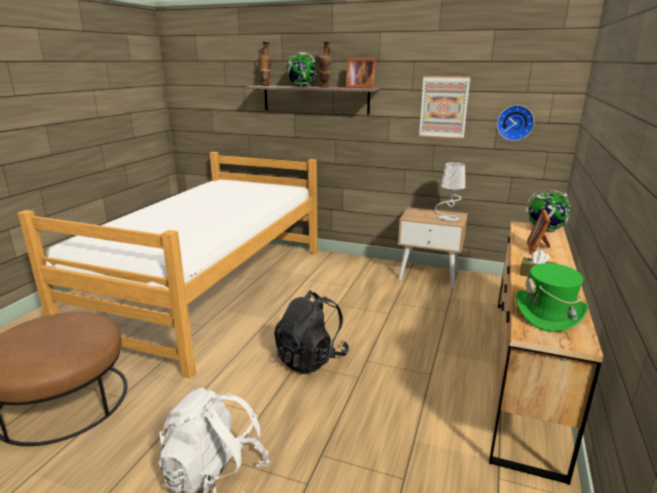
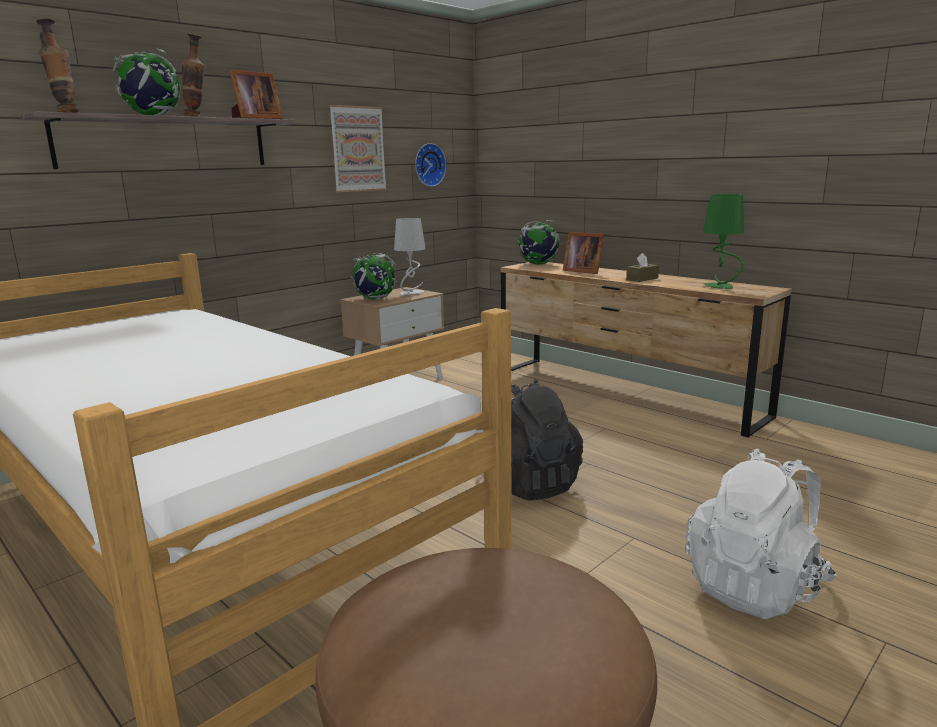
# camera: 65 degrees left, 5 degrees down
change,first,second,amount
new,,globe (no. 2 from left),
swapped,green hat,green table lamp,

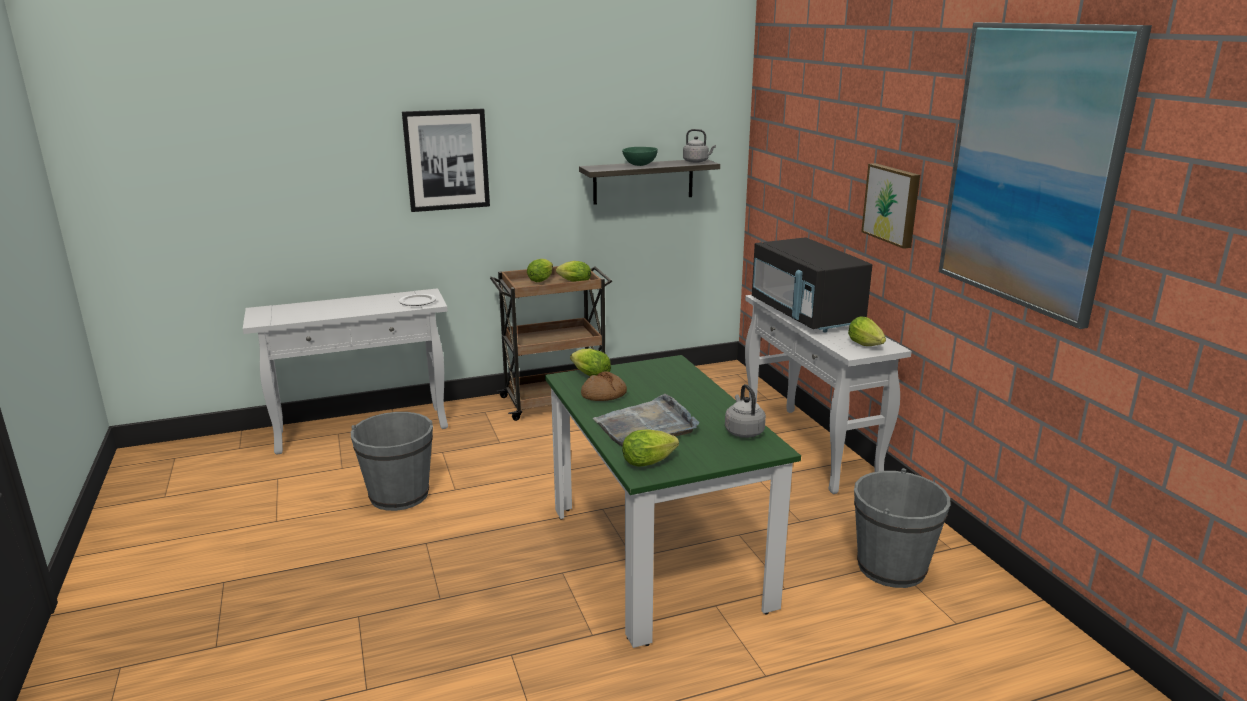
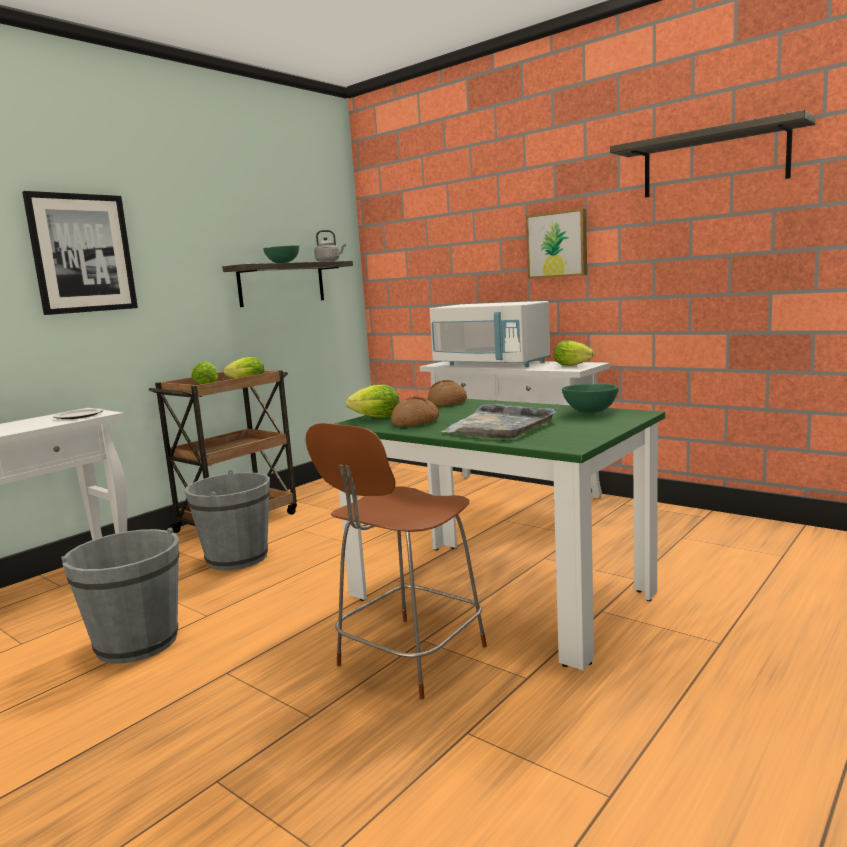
# camera: 30 degrees left, 10 degrees down
change,first,second,amount
gone,lettuce (no. 4 from left),,
new,,brown chair,
new,,bread (no. 2 from left),
shifted,grey bucket (no. 2 from left),,
swapped,grey kettle (no. 2 from left),green bowl (no. 2 from left),
swapped,picture (no. 3 from left),shelf (no. 2 from left),
repainted,black microwave,white microwave,

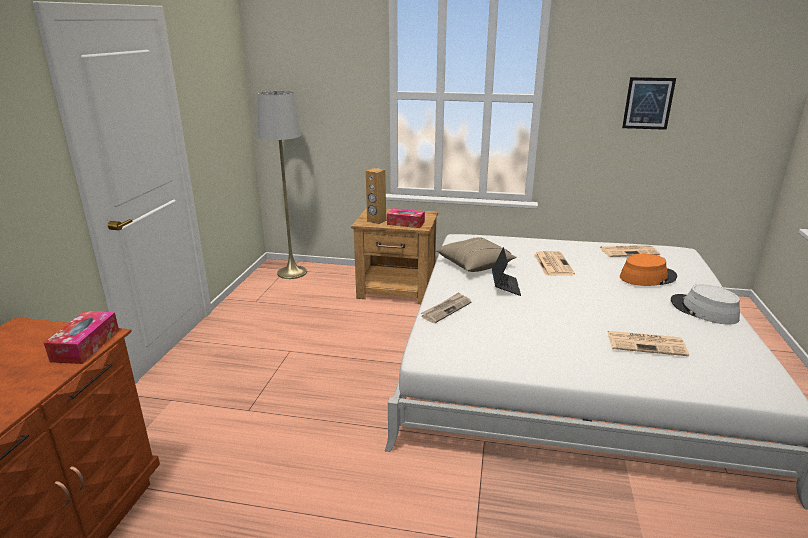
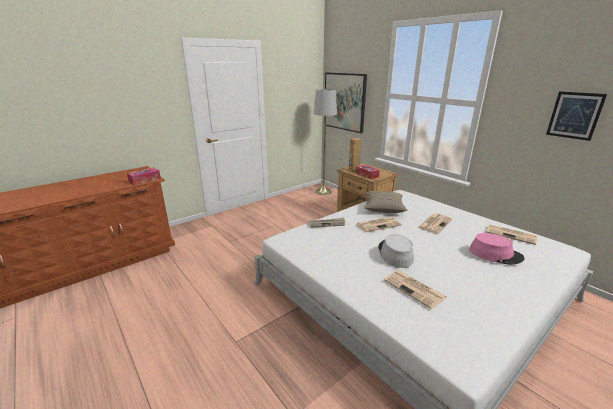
# camera: 40 degrees right, 0 degrees up
change,first,second,amount
new,,picture (no. 1 from left),
shifted,grey hat,,
swapped,laptop,newspaper (no. 2 from left),
repainted,orange hat,pink hat,

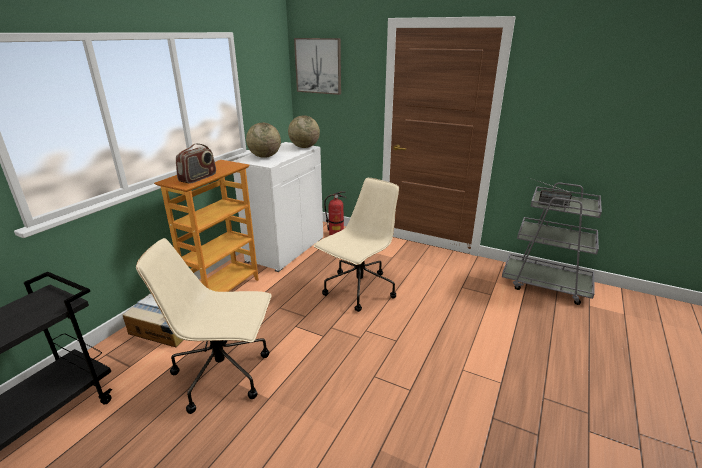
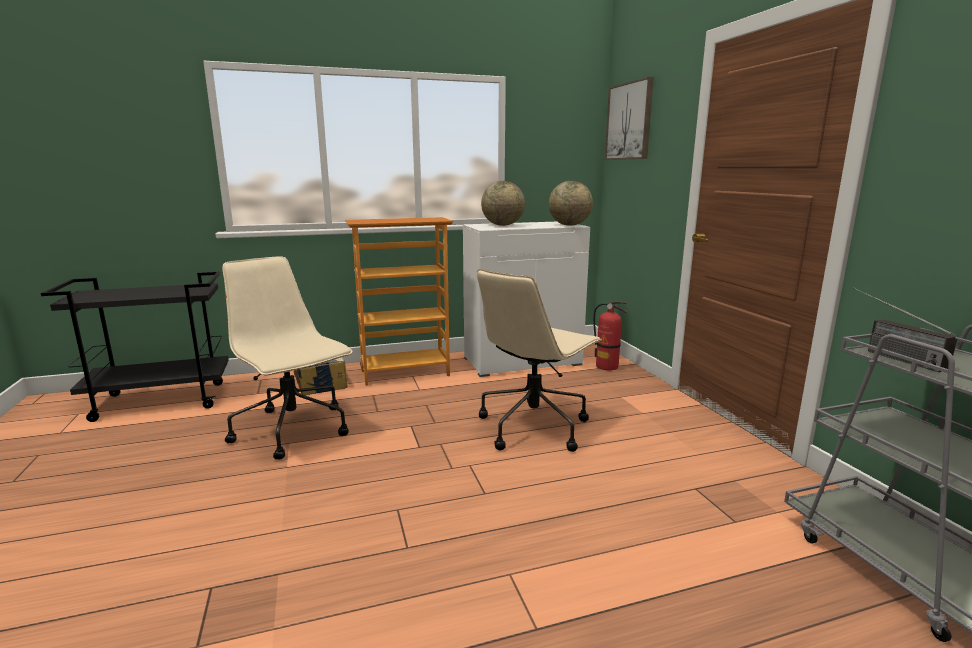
# camera: 45 degrees right, 10 degrees down
change,first,second,amount
gone,radio (no. 1 from left),,
rotated,beige office chair (no. 2 from left),,135 degrees clockwise

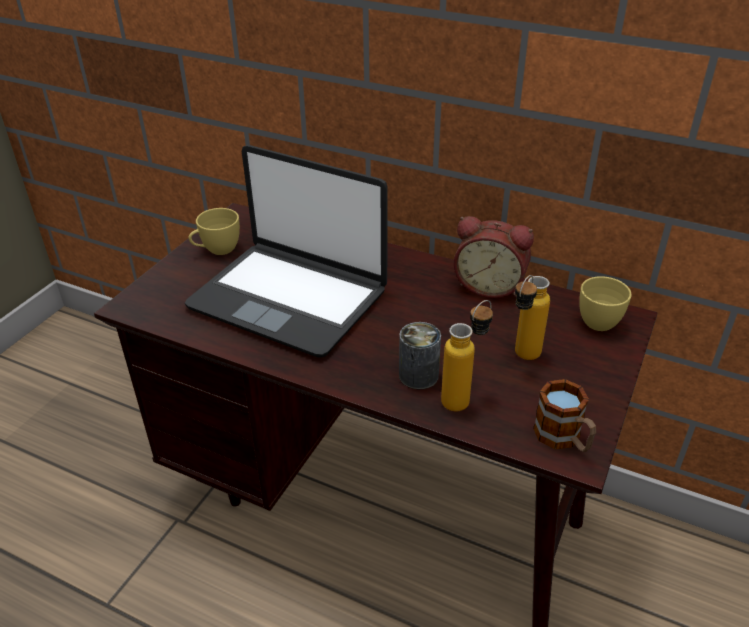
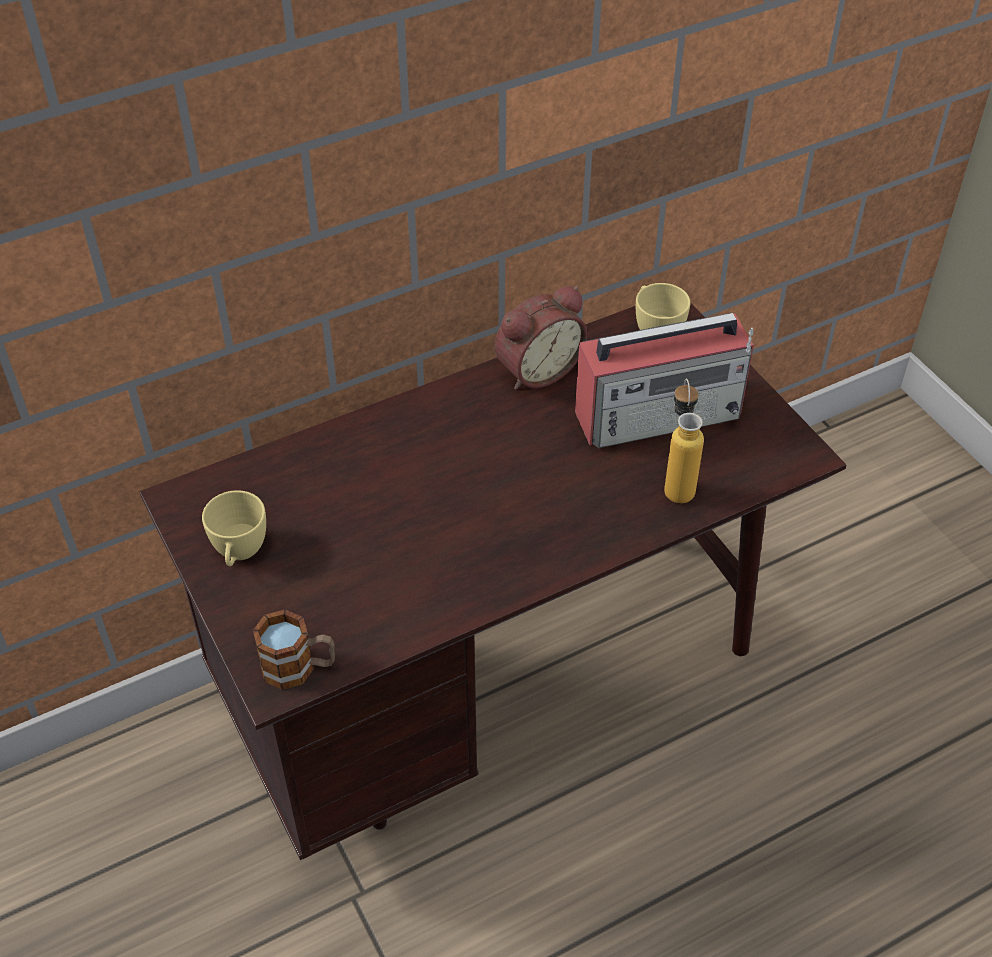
# camera: 55 degrees left, 10 degrees up
change,first,second,amount
gone,laptop,,
gone,can,,
shifted,mug,,
swapped,bottle (no. 2 from left),radio,

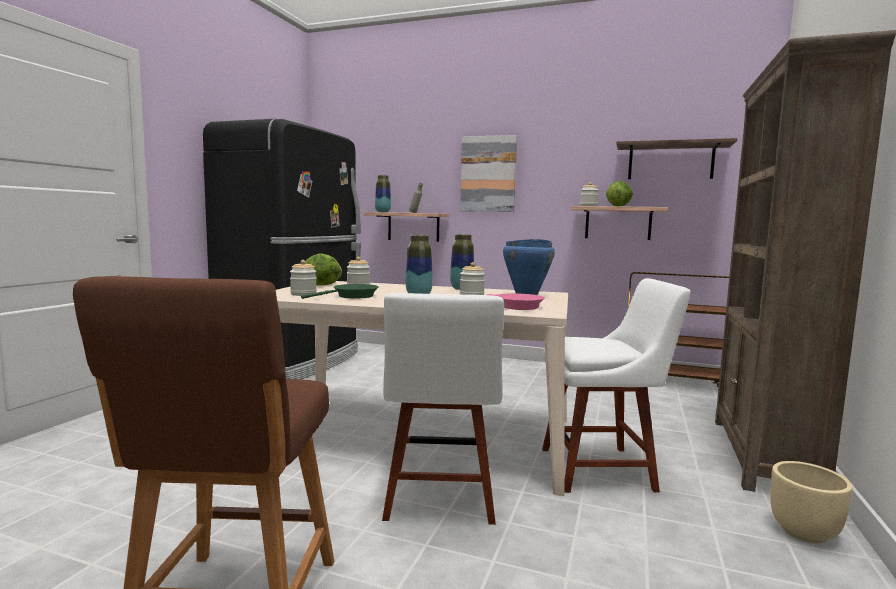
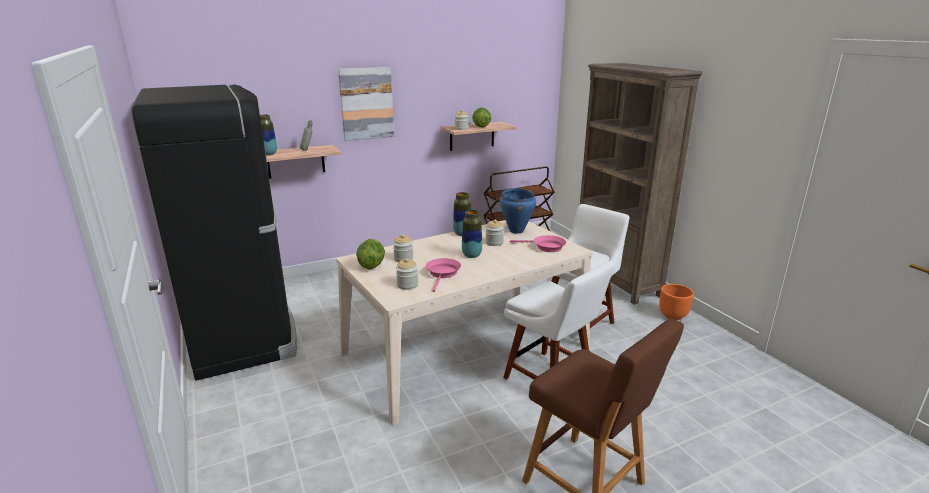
# camera: 45 degrees left, 15 degrees up
change,first,second,amount
gone,shelf (no. 3 from left),,
repainted,green frying pan,pink frying pan (no. 1 from left),
repainted,beige planter,orange planter,

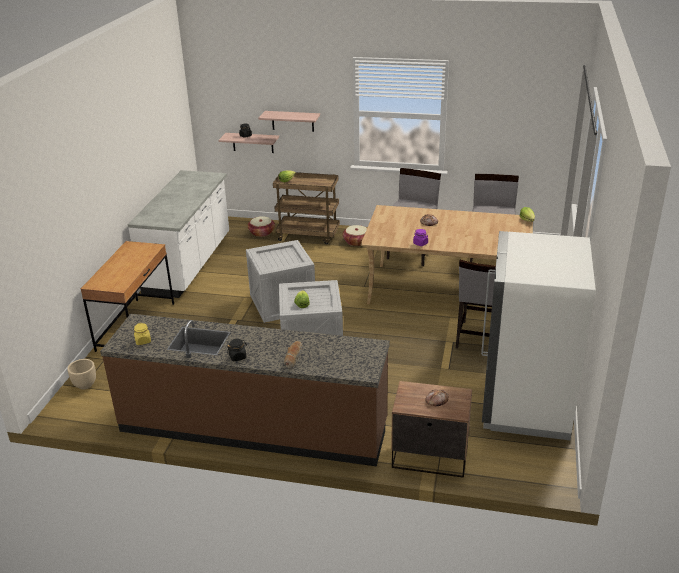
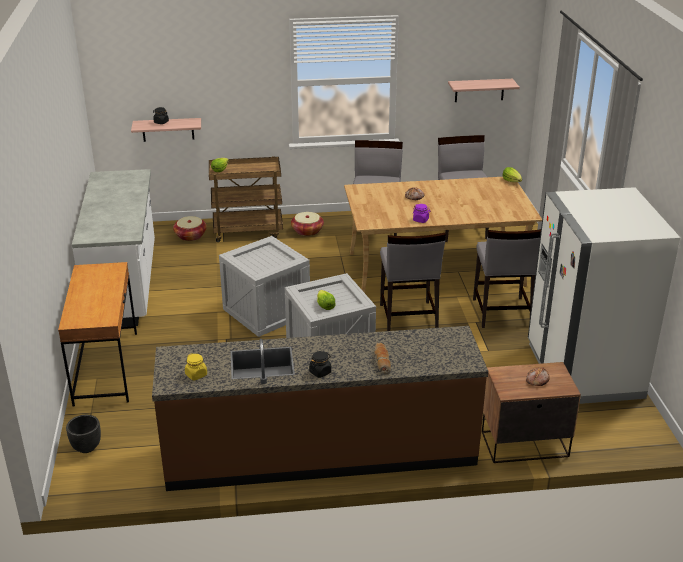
# camera: 20 degrees left, 0 degrees up
change,first,second,amount
new,,grey chair (no. 2 from left),
shifted,shelf (no. 2 from left),,
repainted,beige planter,black planter,

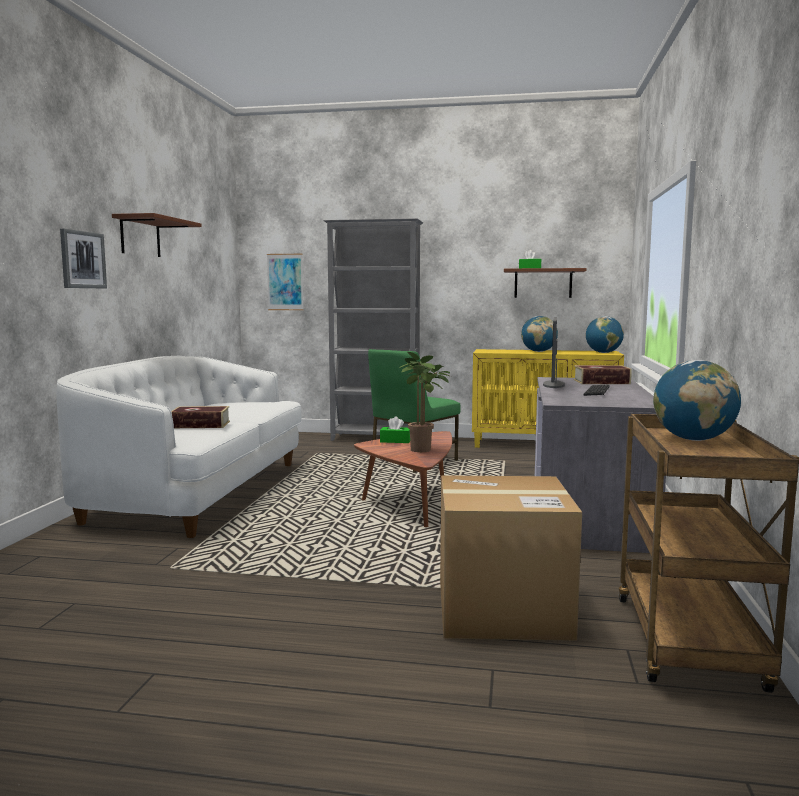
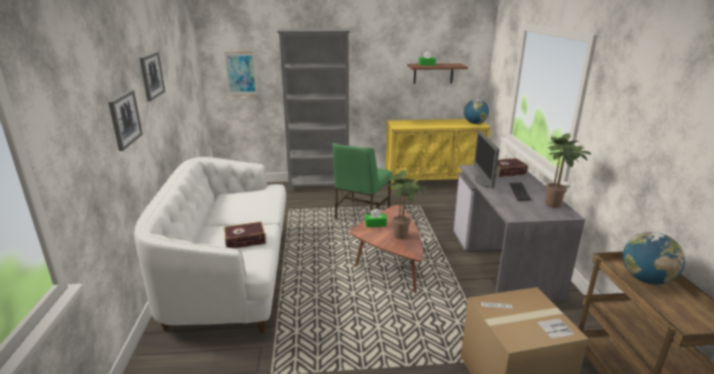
# camera: 15 degrees left, 15 degrees up
change,first,second,amount
gone,globe (no. 1 from left),,
new,,potted plant (no. 2 from left),
swapped,brown shelf (no. 1 from left),picture (no. 2 from left),

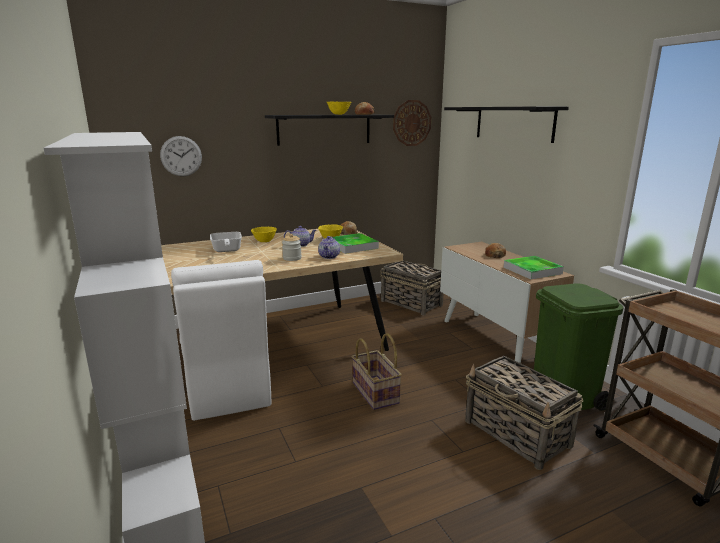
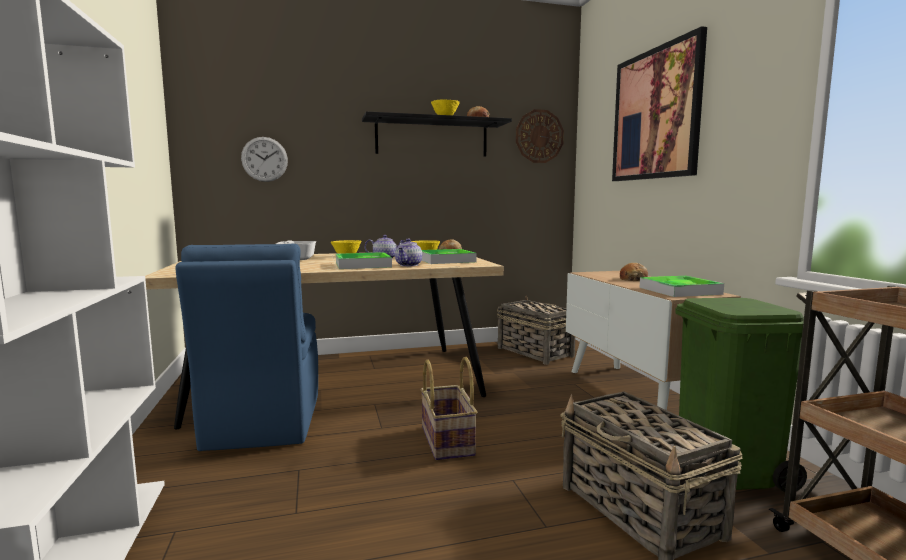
# camera: 10 degrees right, 10 degrees down
change,first,second,amount
swapped,jar,tray (no. 1 from left),
swapped,black shelf (no. 2 from left),picture,
repainted,white chair,blue chair,

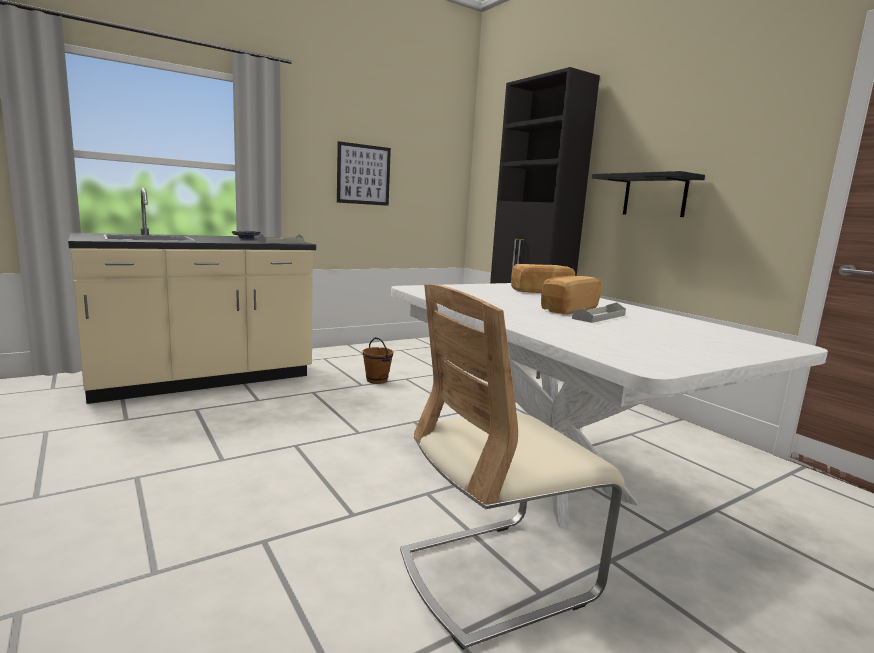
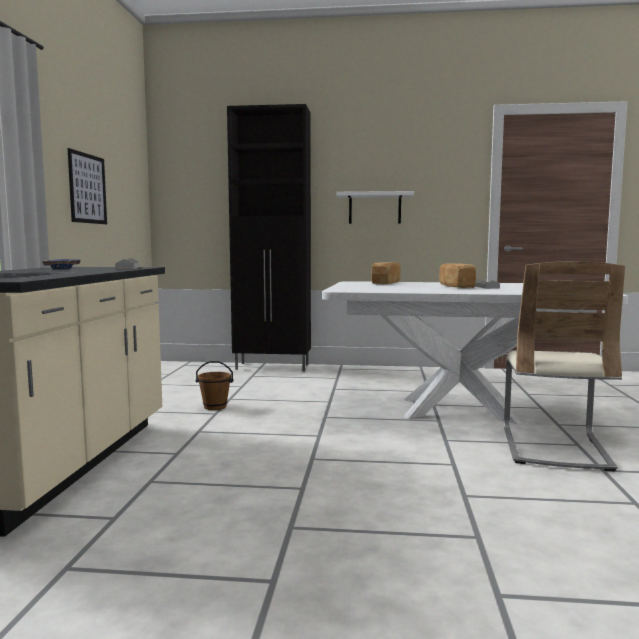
# camera: 50 degrees left, 5 degrees down
change,first,second,amount
repainted,black shelf,white shelf,

